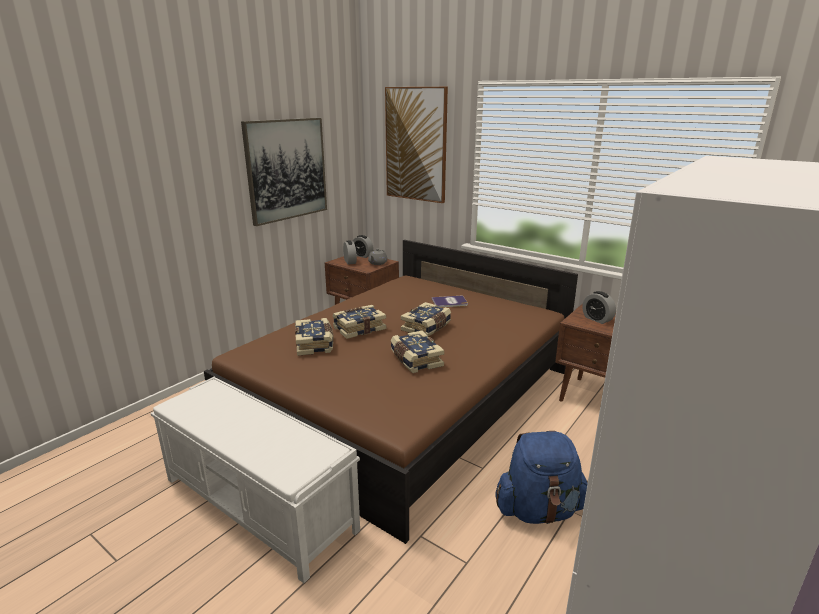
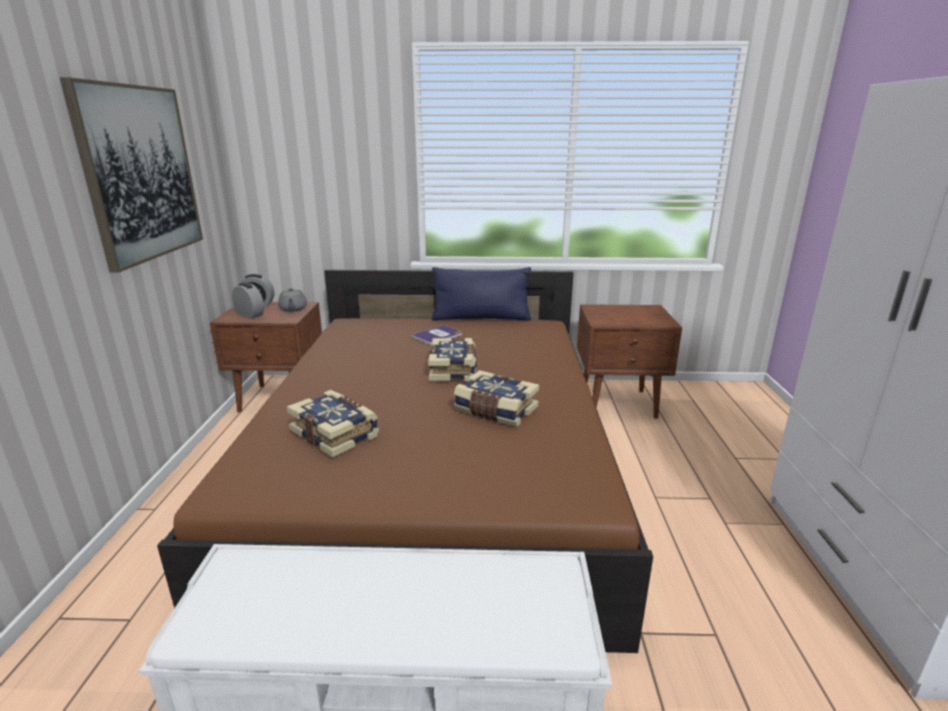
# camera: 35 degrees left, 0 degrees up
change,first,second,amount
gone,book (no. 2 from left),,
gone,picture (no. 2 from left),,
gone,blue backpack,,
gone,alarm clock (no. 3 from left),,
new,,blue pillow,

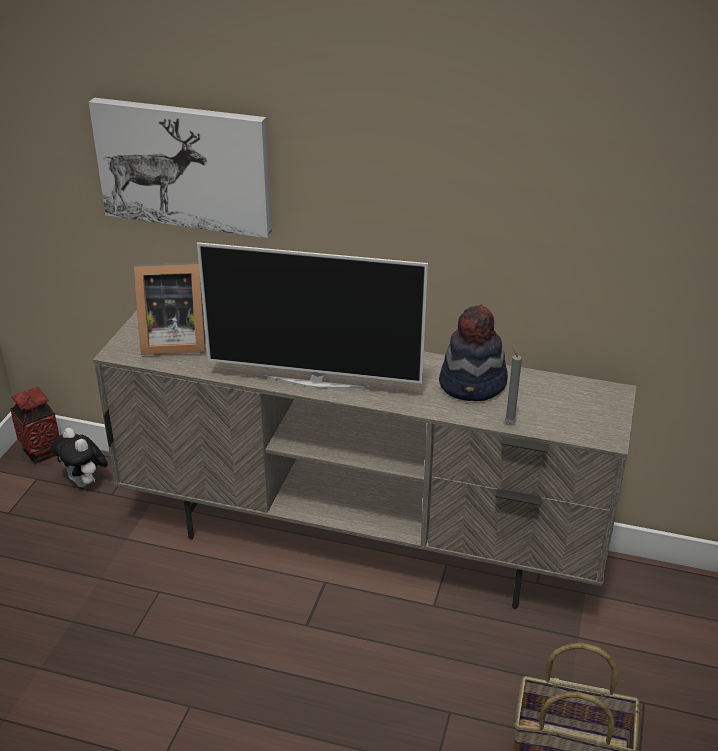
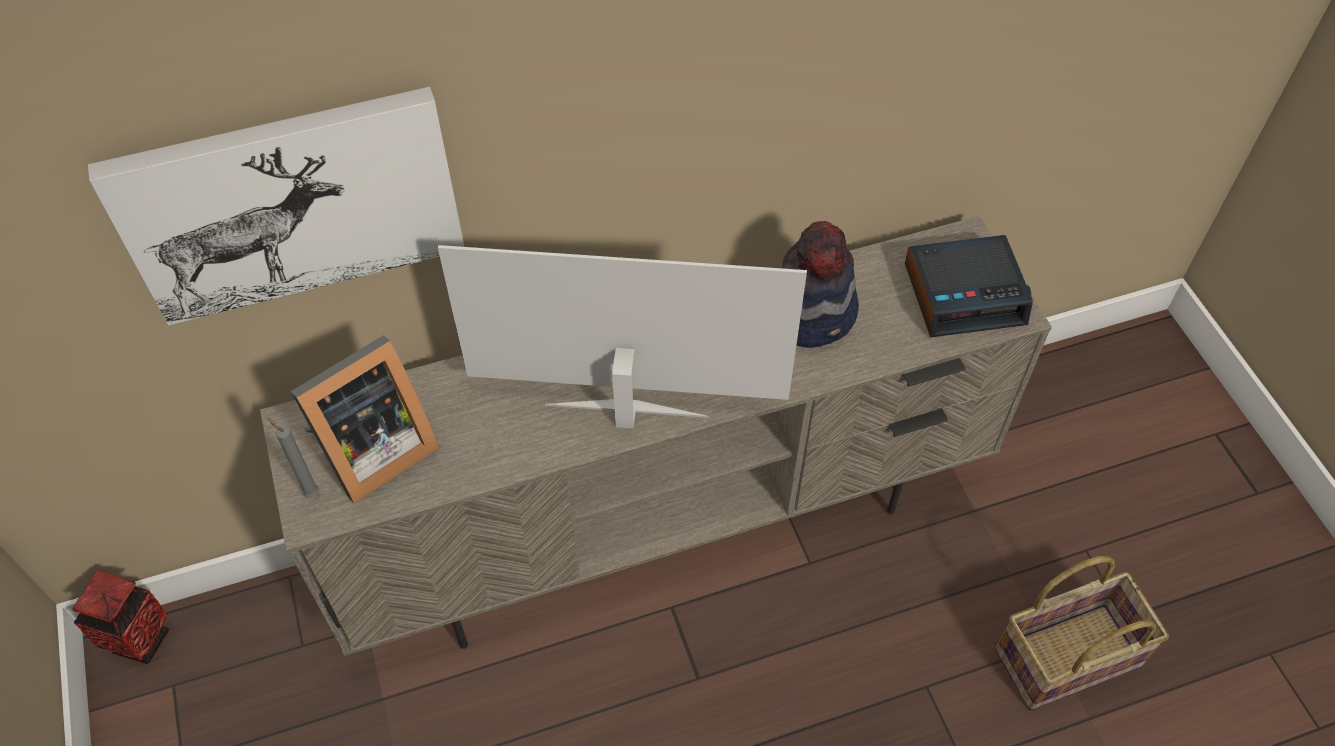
# camera: 35 degrees left, 20 degrees up
change,first,second,amount
gone,plush toy,,
new,,alarm clock,
shifted,grey candle,,
rotated,television,,150 degrees counterclockwise

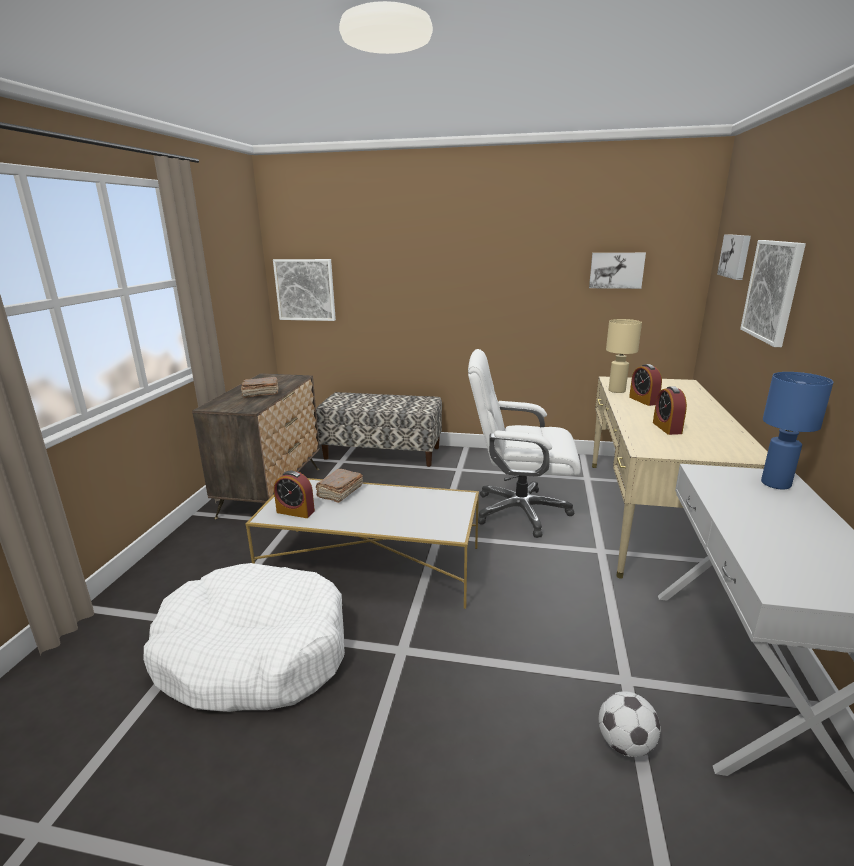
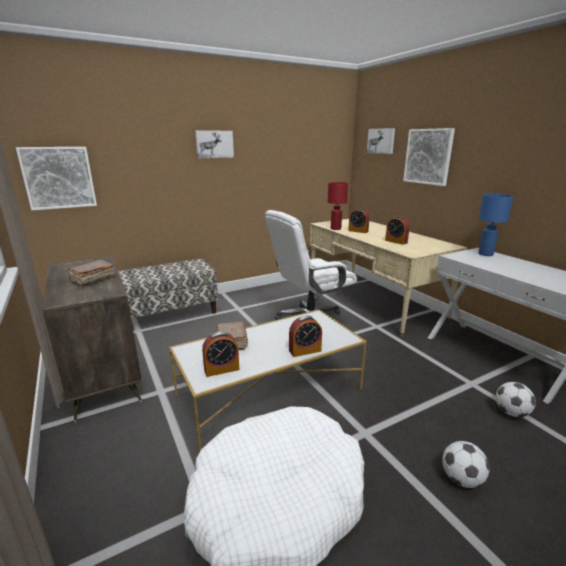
# camera: 40 degrees left, 0 degrees up
change,first,second,amount
new,,alarm clock (no. 2 from left),
new,,football (no. 1 from left),
shifted,picture (no. 2 from left),,
repainted,beige table lamp,red table lamp,

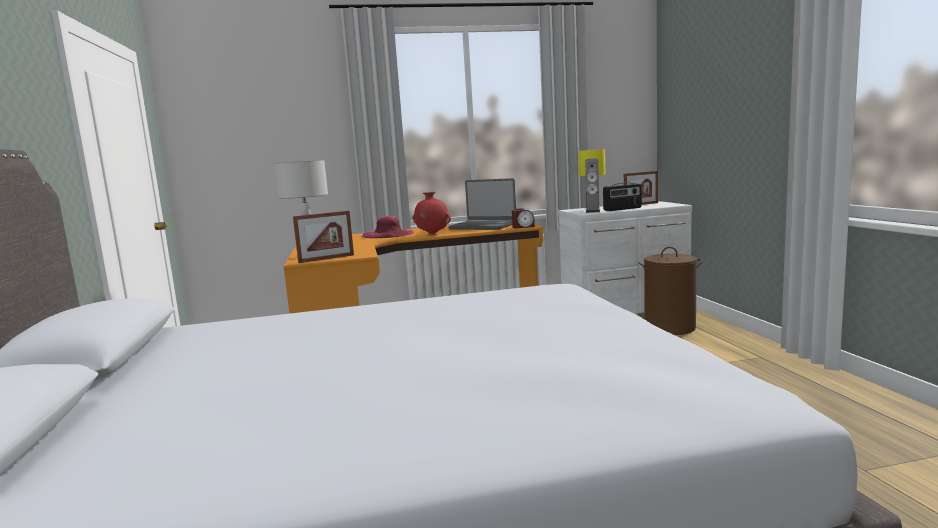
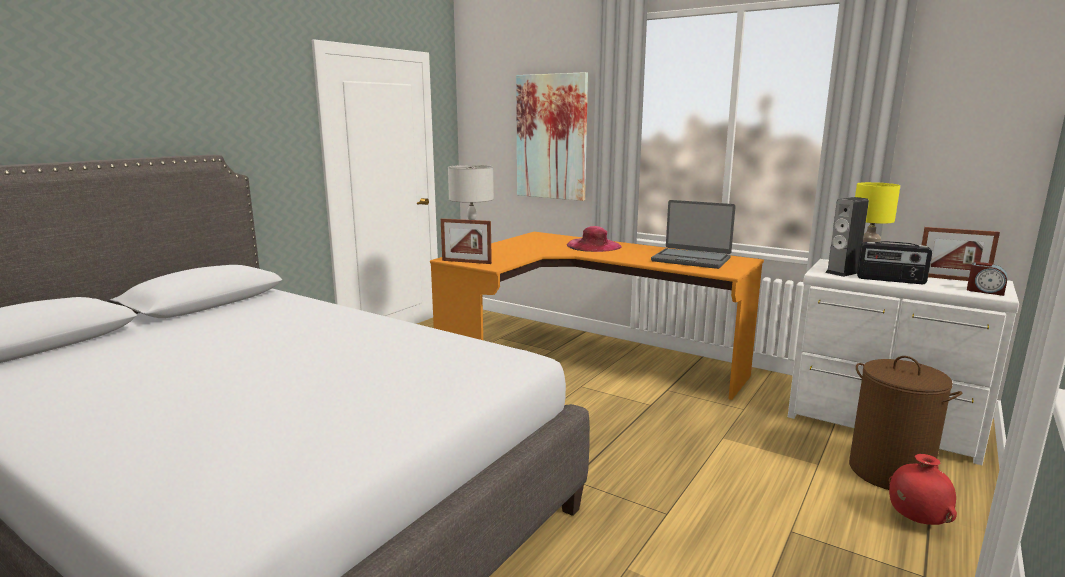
# camera: 45 degrees right, 5 degrees up
change,first,second,amount
new,,picture,
shifted,red vase,,
shifted,alarm clock,,
rotated,laptop,,45 degrees counterclockwise

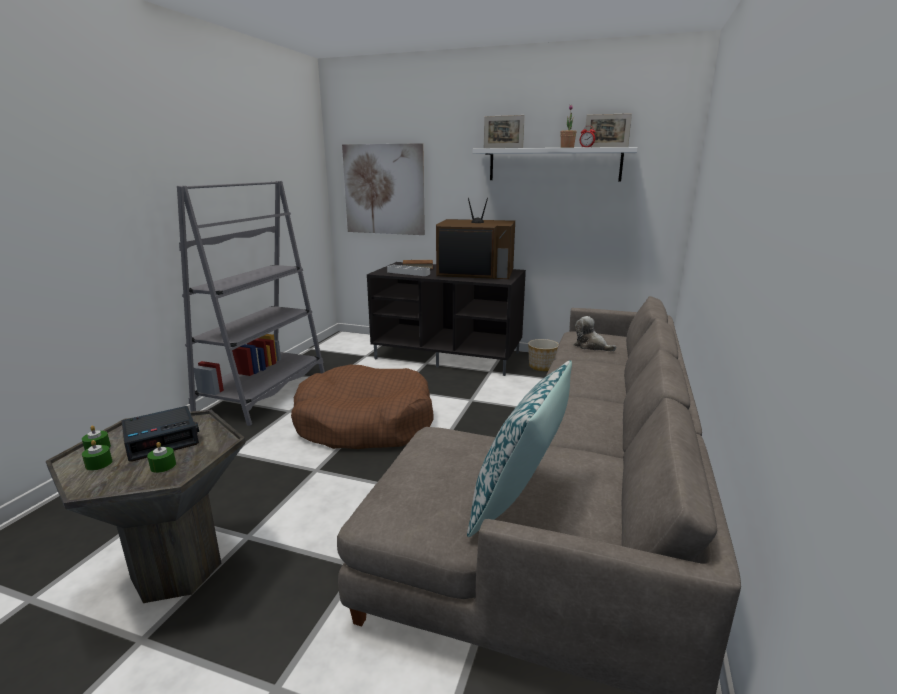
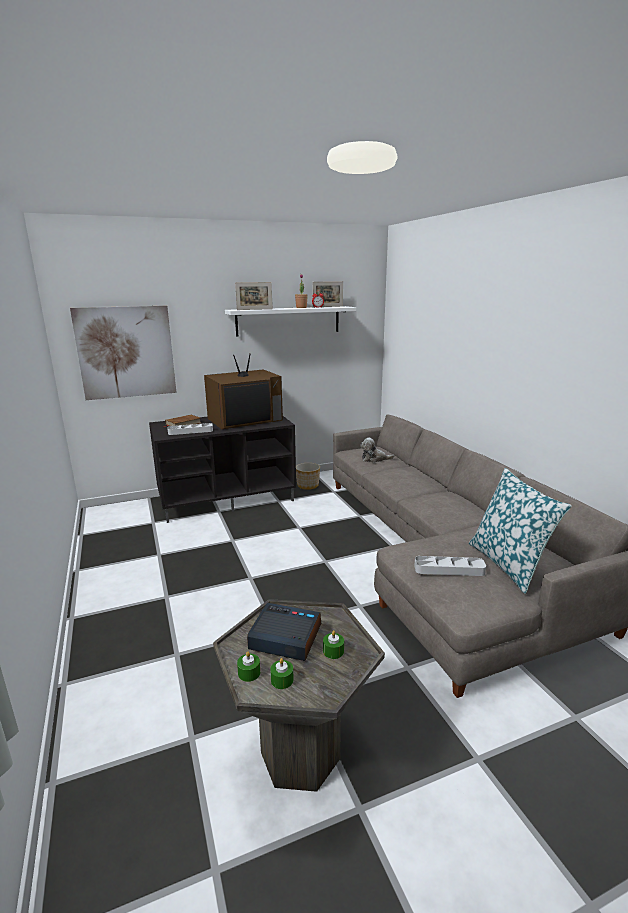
# camera: 40 degrees left, 0 degrees up
change,first,second,amount
gone,grey bookcase,,
gone,brown dog bed,,
new,,grey tray (no. 2 from left),
rotated,alarm clock (no. 1 from left),,90 degrees counterclockwise

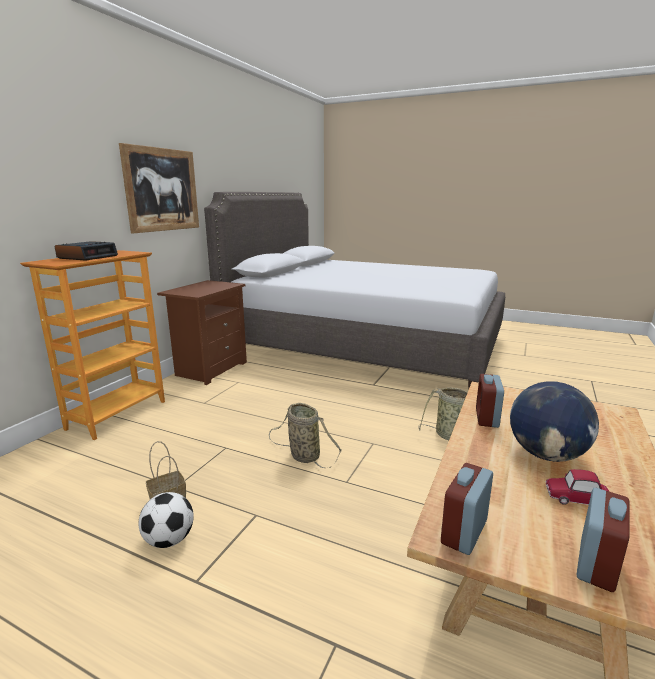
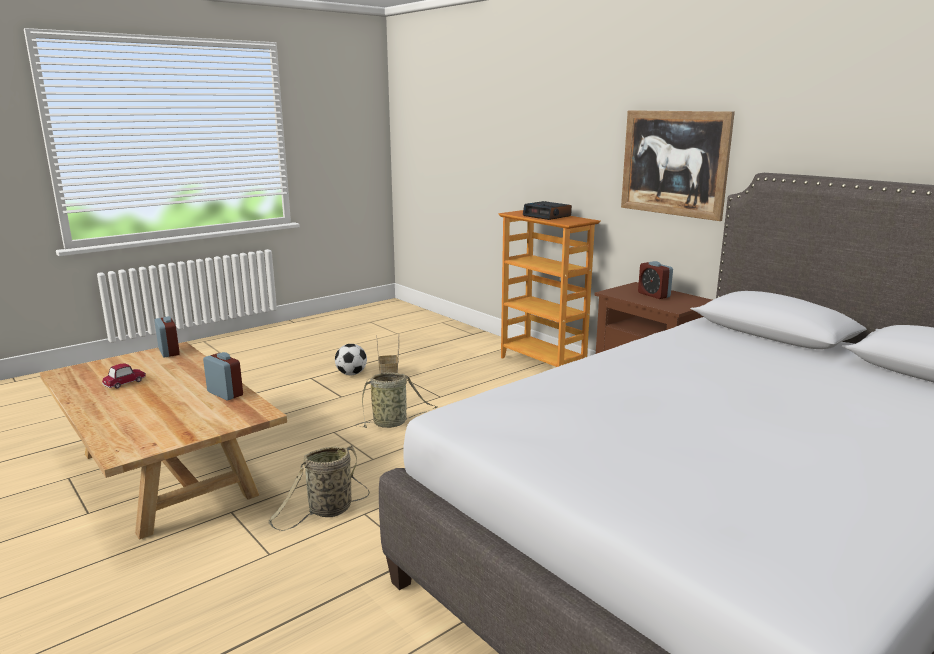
# camera: 115 degrees right, 0 degrees up
change,first,second,amount
gone,globe,,
shifted,alarm clock (no. 4 from left),,

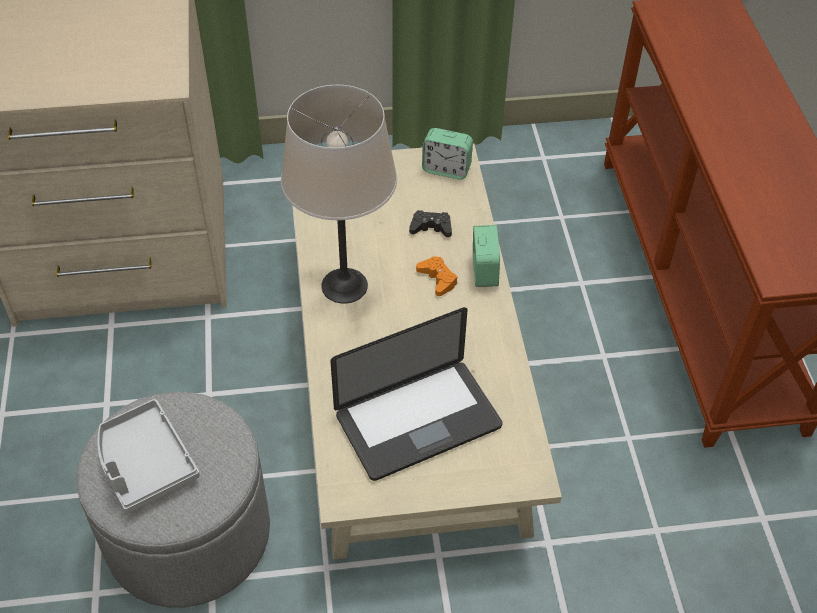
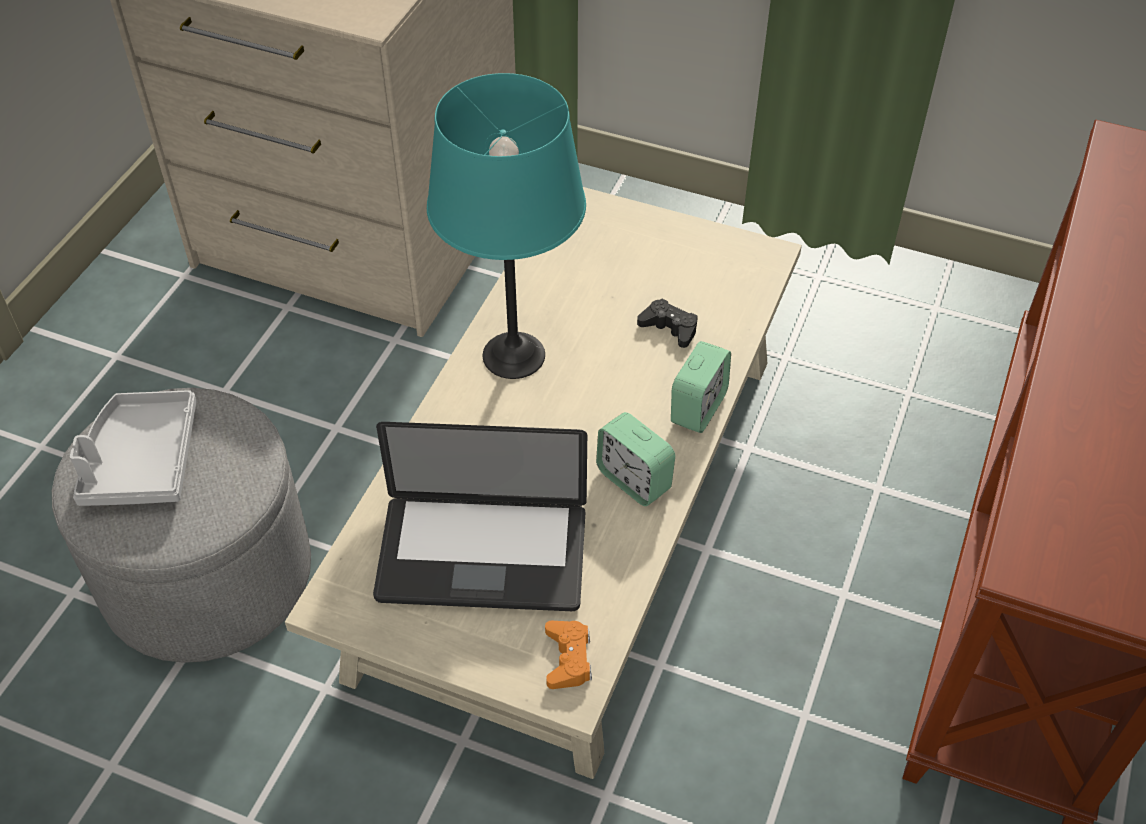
# camera: 30 degrees right, 0 degrees up
change,first,second,amount
shifted,orange game controller,,
shifted,alarm clock (no. 1 from left),,
repainted,beige table lamp,turquoise table lamp,

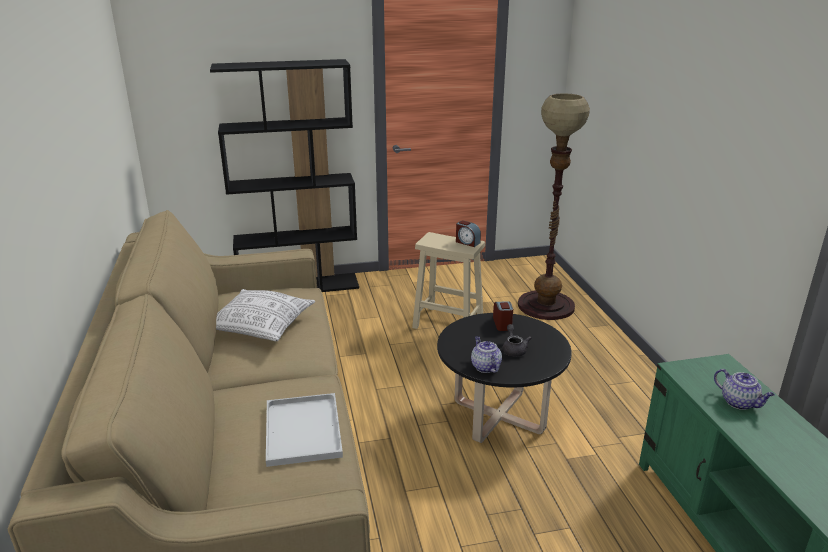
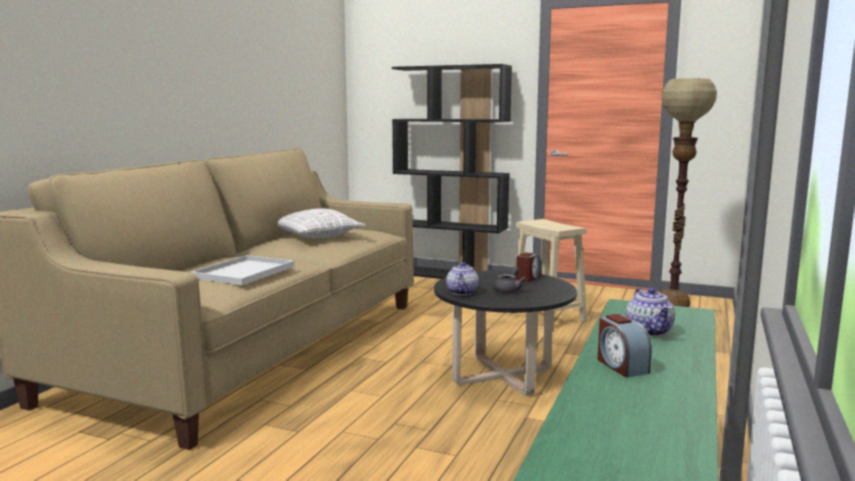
# camera: 35 degrees right, 15 degrees down
change,first,second,amount
shifted,alarm clock (no. 1 from left in the first image),alarm clock (no. 2 from left),

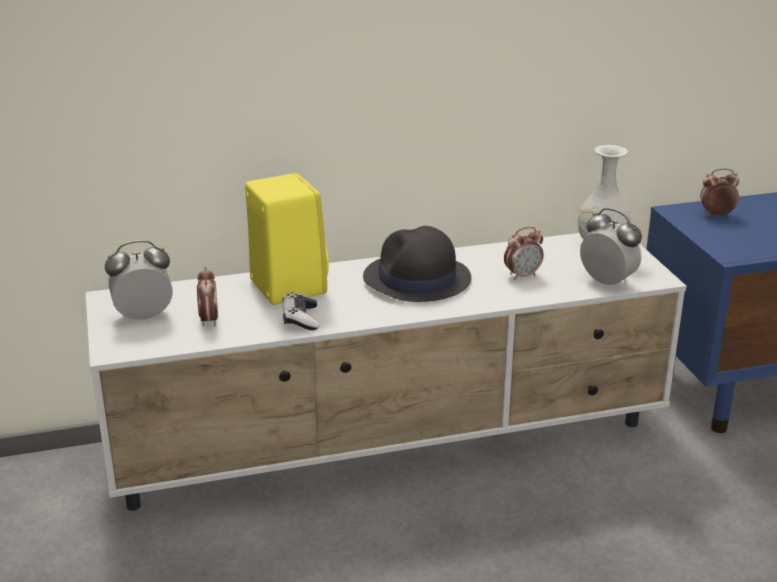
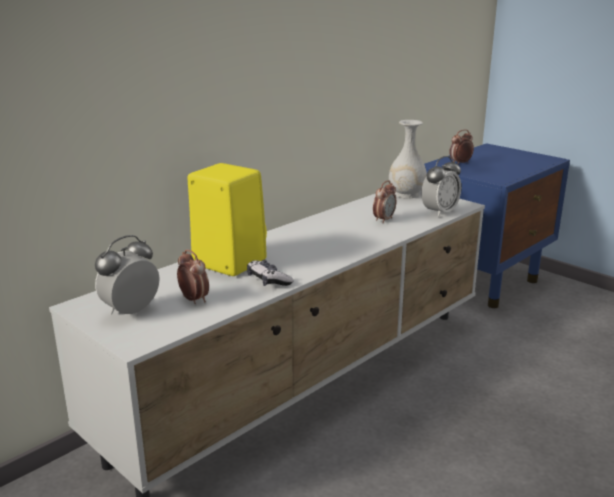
# camera: 30 degrees left, 5 degrees down
change,first,second,amount
gone,black hat,,
rotated,alarm clock (no. 4 from left),,120 degrees clockwise

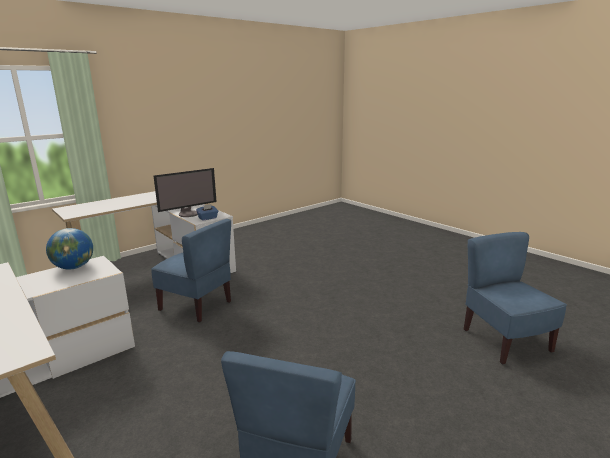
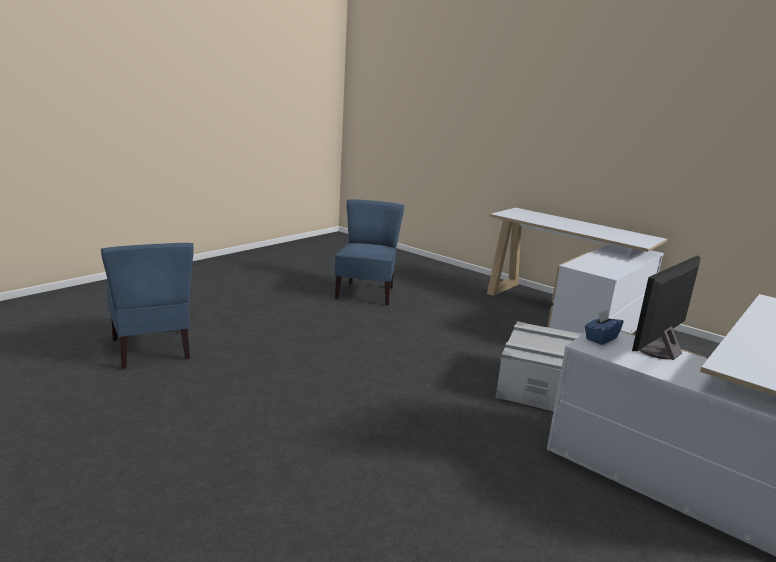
# camera: 170 degrees right, 0 degrees up
change,first,second,amount
gone,globe,,
swapped,blue chair (no. 1 from left),grey storage box,

